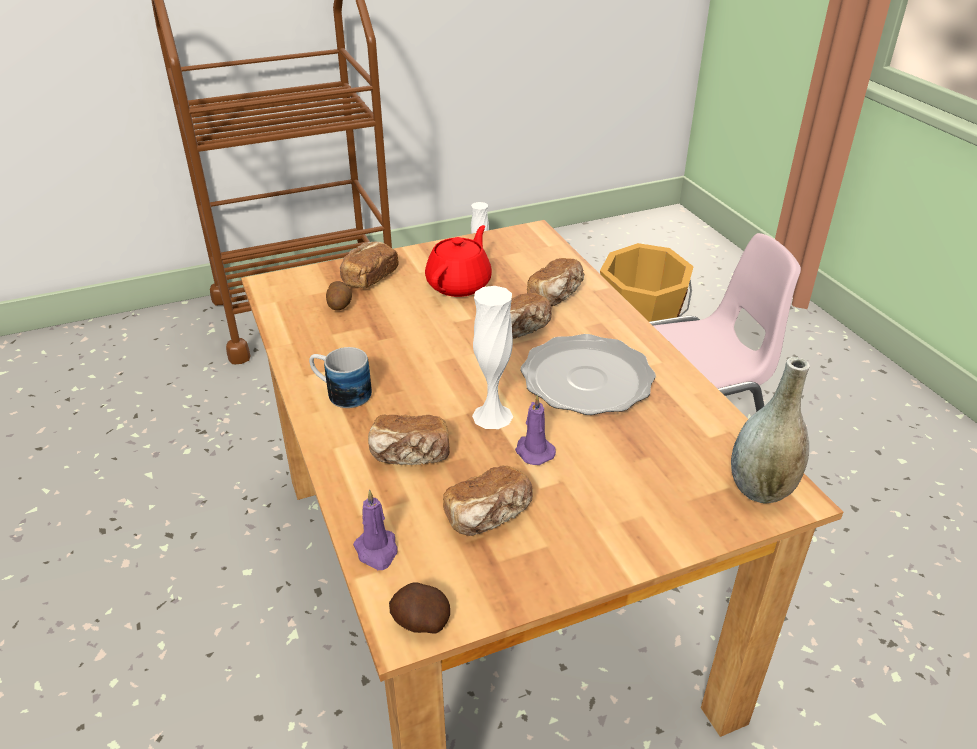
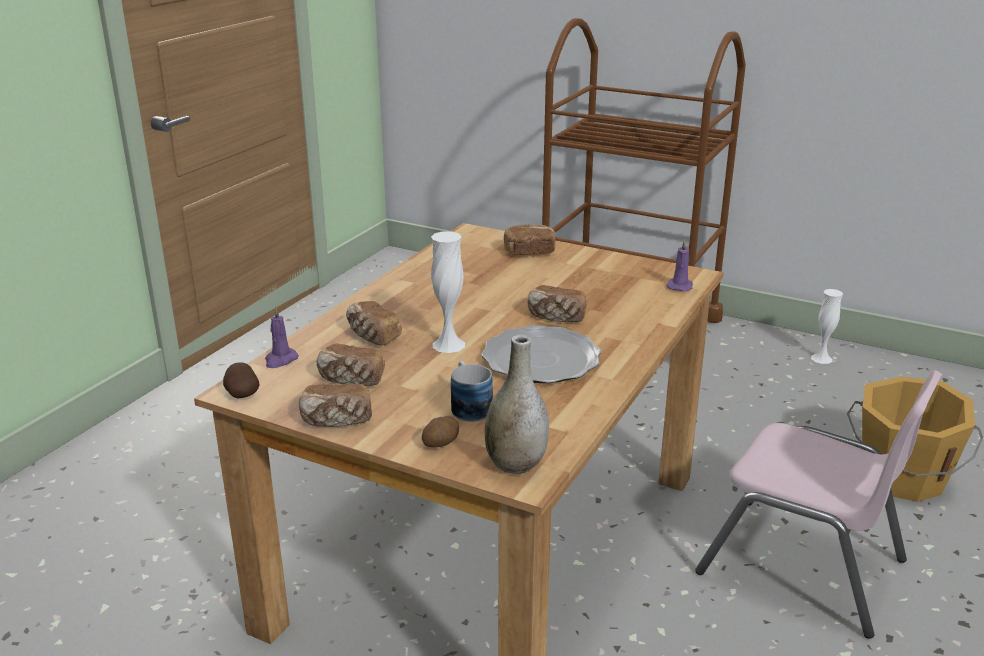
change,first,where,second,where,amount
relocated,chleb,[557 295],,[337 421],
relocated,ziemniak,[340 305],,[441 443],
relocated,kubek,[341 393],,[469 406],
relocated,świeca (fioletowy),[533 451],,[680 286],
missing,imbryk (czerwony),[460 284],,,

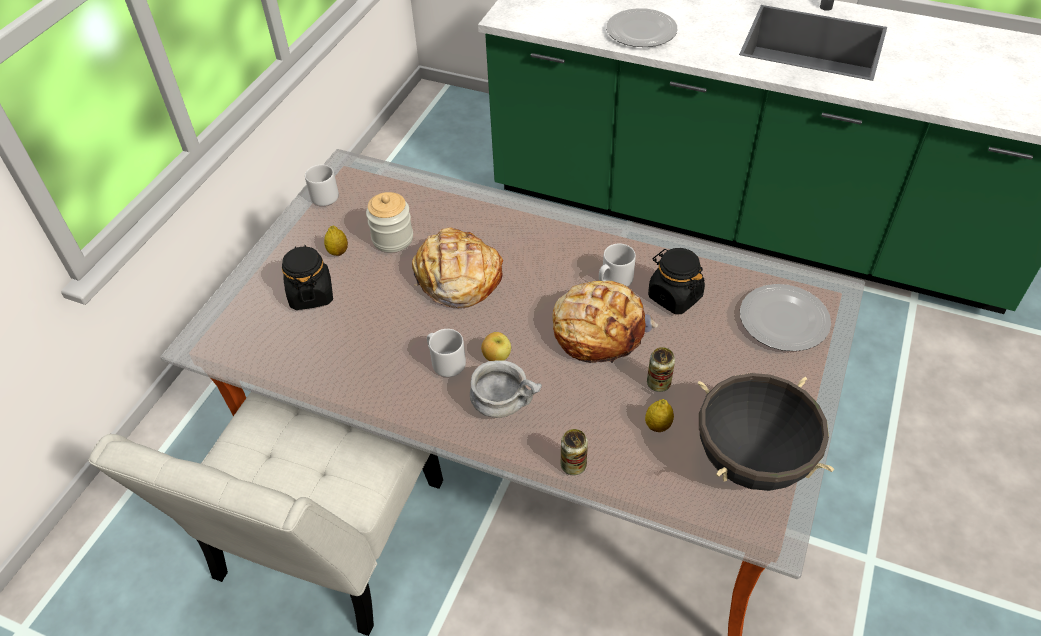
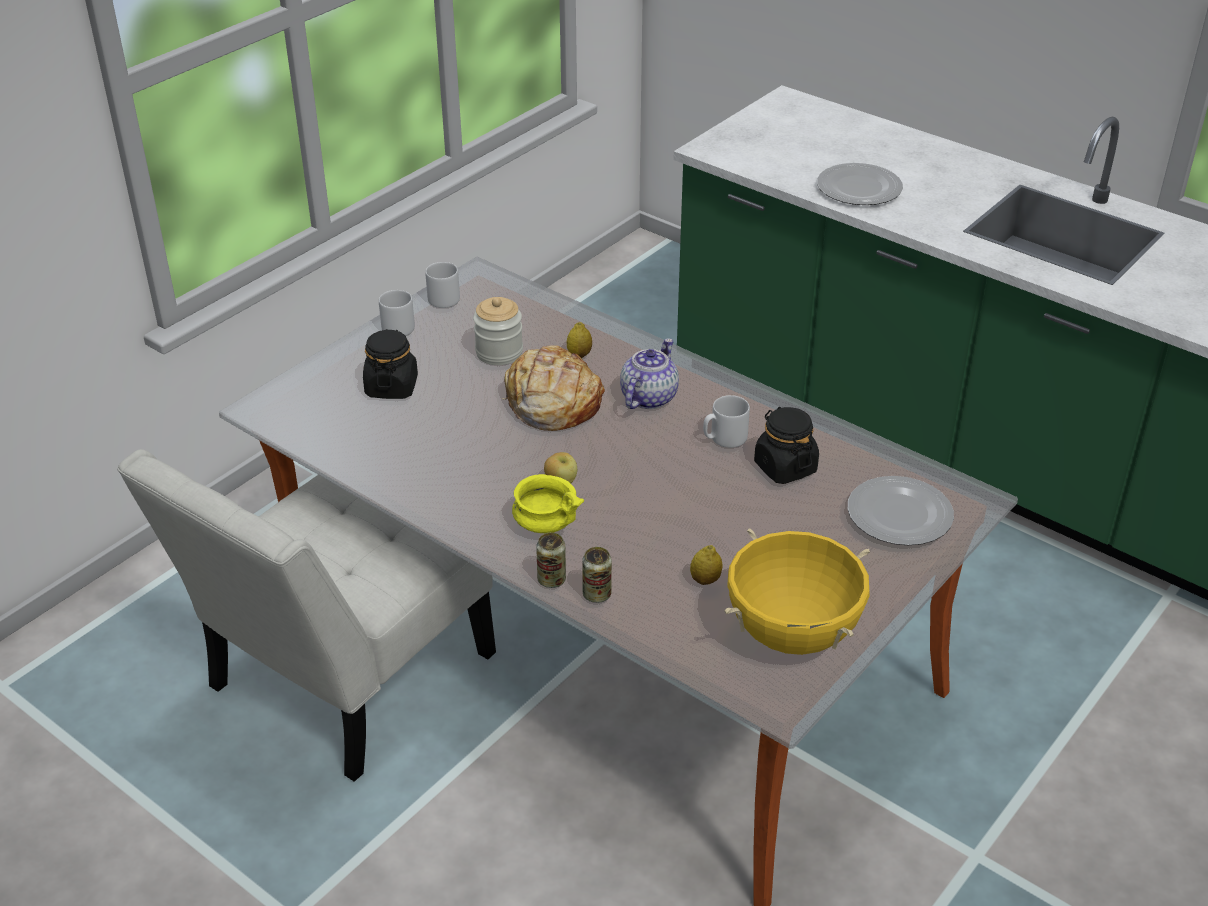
change,first,where,second,where,amount
relocated,kubek (szary),[445 362],,[396 326],
colour,miska (szary),[501 403],miska (żółty),[547 524],
relocated,puszka,[658 383],,[551 580],
relocated,cytryna,[338 252],,[579 354],
appeared,,,imbryk,[648 397],
colour,garnek (czarny),[752 461],garnek (żółty),[793 634],
missing,chleb,[598 330],,,

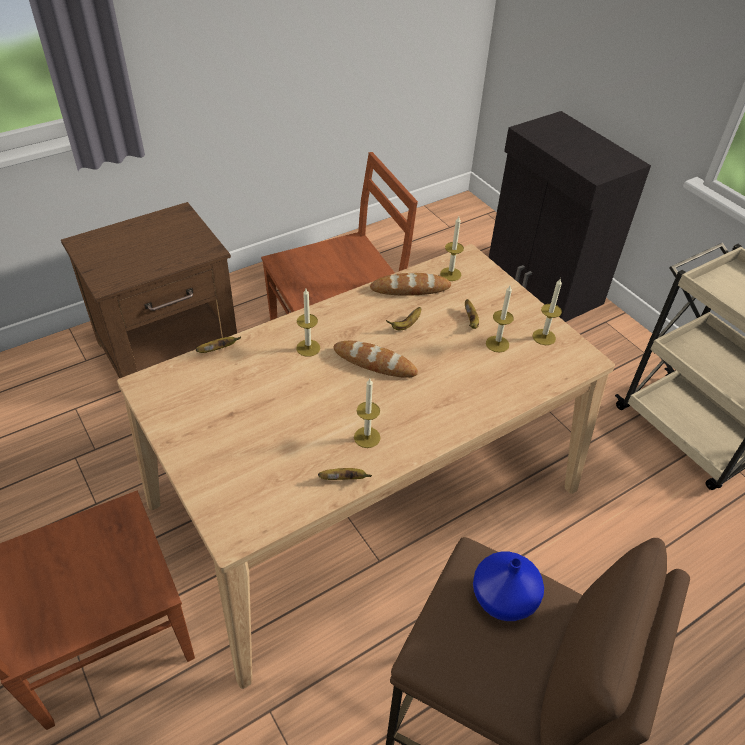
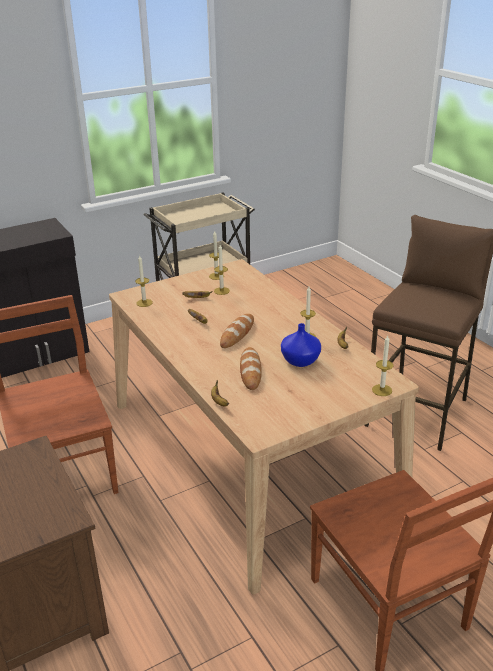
change,first,where,second,where,amount
relocated,chleb,[410 288],,[250 371],
relocated,wazon (niebieski),[505 598],,[300 360],
relocated,świeca,[308 348],,[382 390],

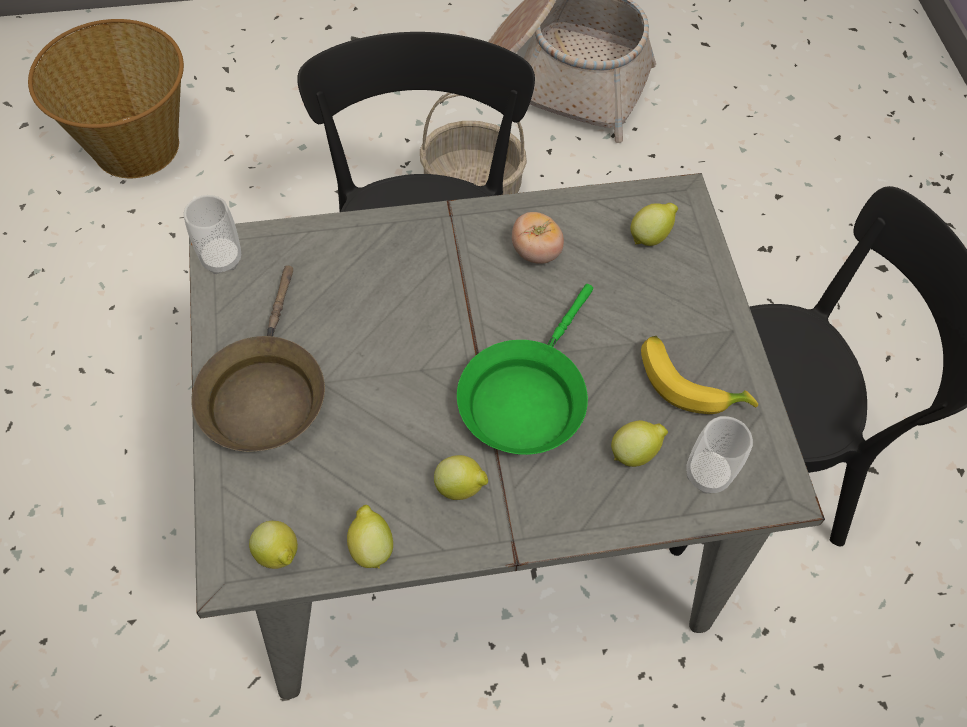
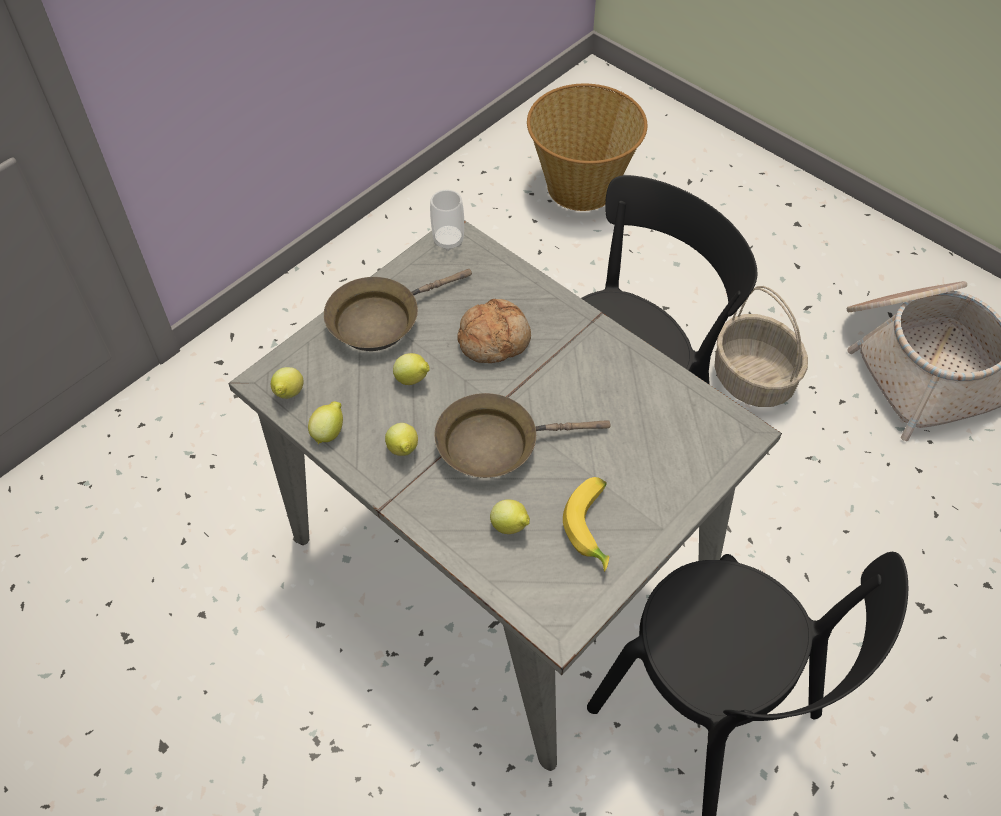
change,first,where,second,where,amount
relocated,cytryna,[650 236],,[413 380],
colour,patelnia (zielony),[525 397],patelnia (brązowy),[495 443],
appeared,,,chleb,[494 338],
missing,pomidor,[535 252],,,
missing,filiżanka,[707 474],,,

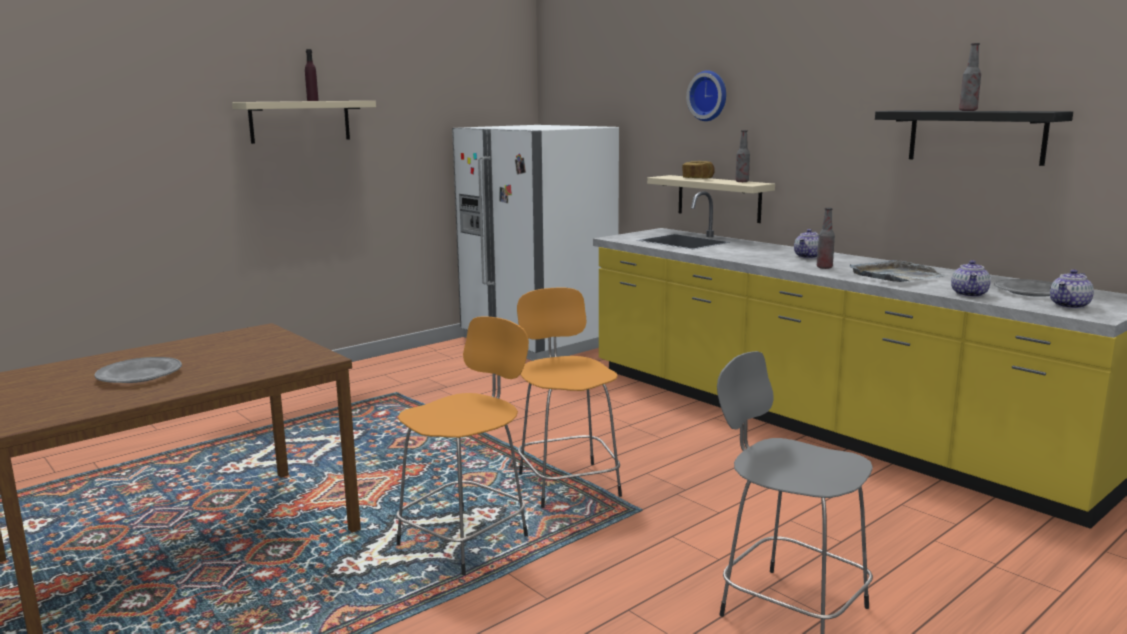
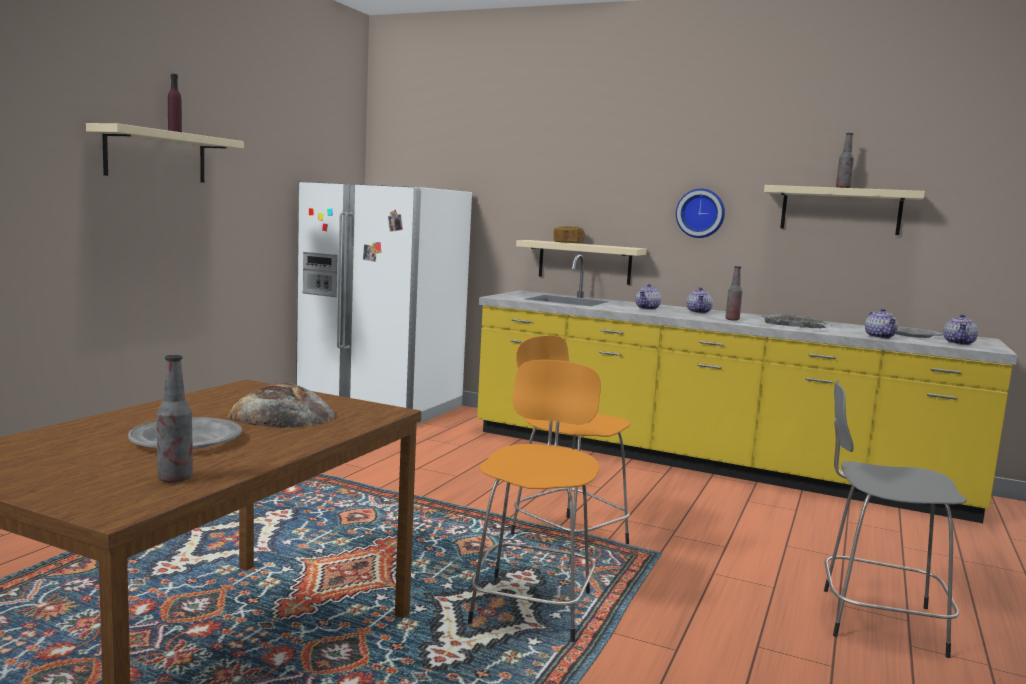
change,first,where,second,where,amount
relocated,butelka,[742 181],,[175 479],
appeared,,,chleb,[282 415],
appeared,,,imbryk,[647 308],
relocated,zegar ścienny,[709 96],,[700 213],
colour,półka (czarny),[975 136],półka (beżowy),[840 210],

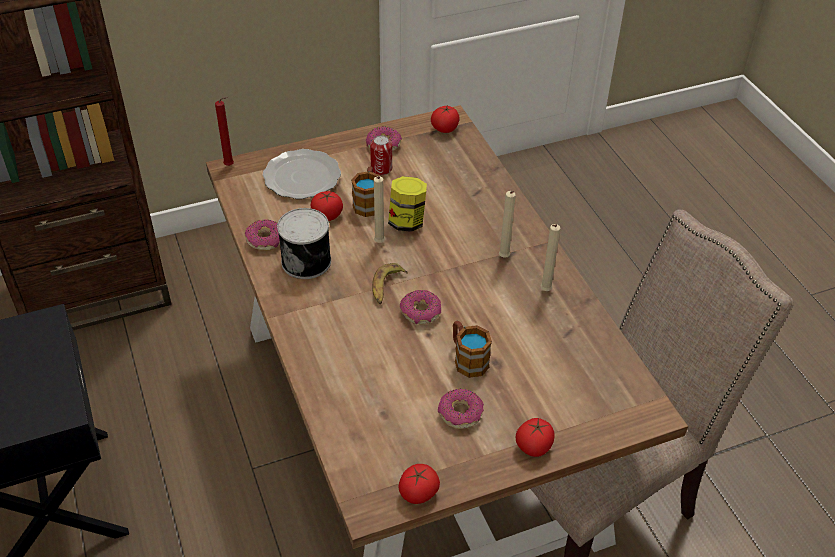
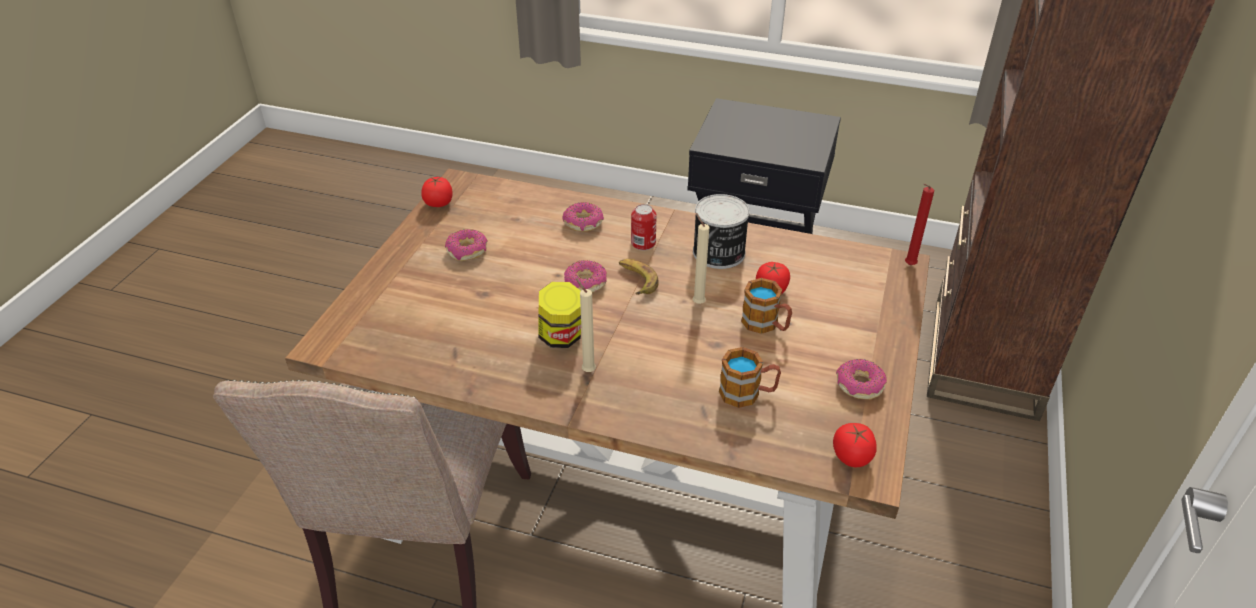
change,first,where,second,where,amount
relocated,słoik,[407 222],,[561 337],
relocated,donut,[265 240],,[583 223],
relocated,puszka,[381 169],,[643 243],
relocated,kubek,[467 359],,[748 393],
missing,talerz,[303 177],,,
missing,pomidor,[533 446],,,
missing,świeca (beżowy),[544 291],,,

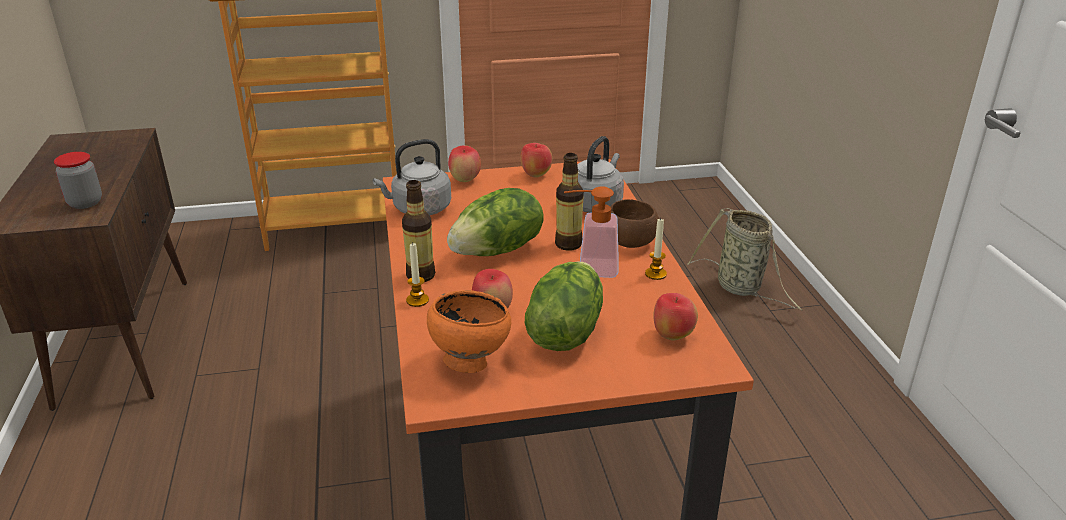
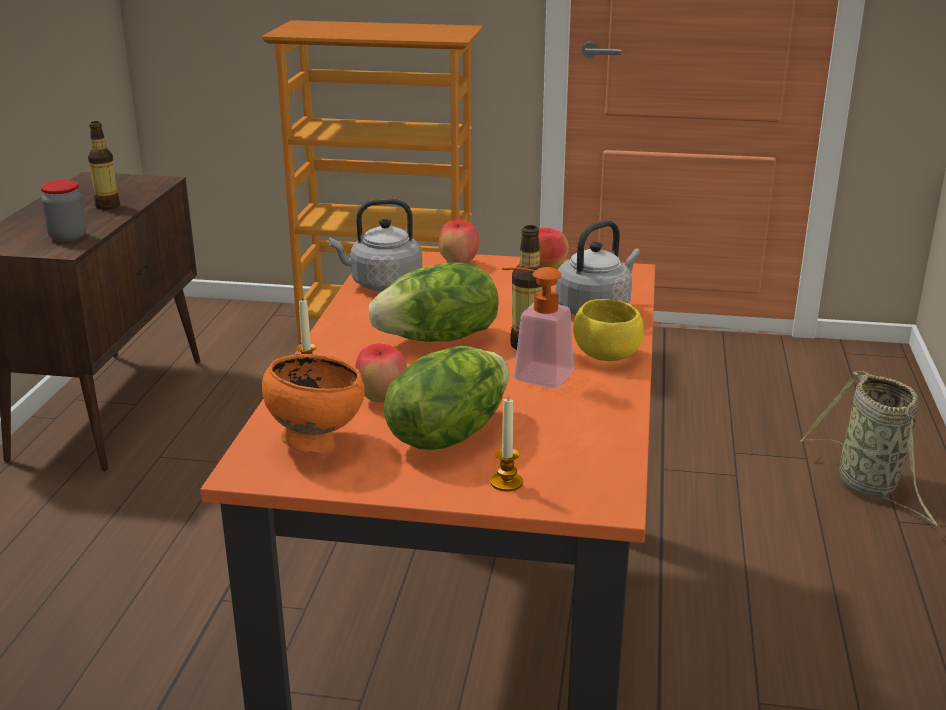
change,first,where,second,where,amount
relocated,butelka,[420 275],,[107 206],
relocated,świeca,[655 274],,[506 482],
colour,miska (brązowy),[630 242],miska (żółty),[606 355],
missing,jabłko,[672 336],,,

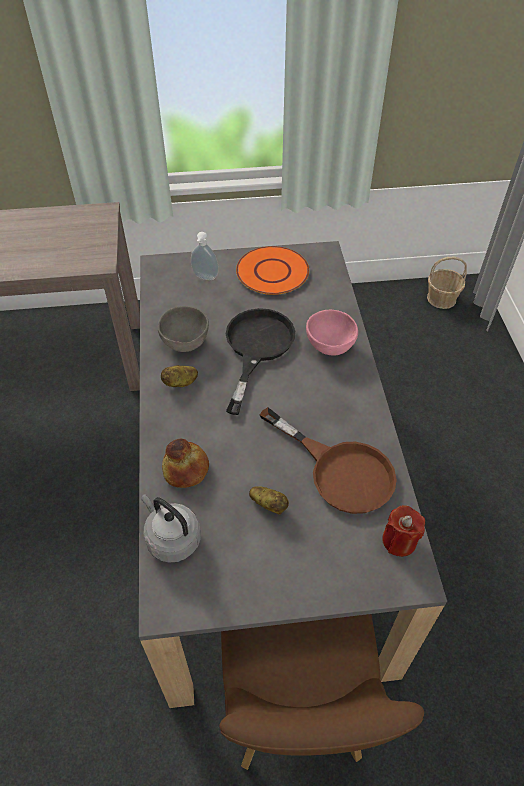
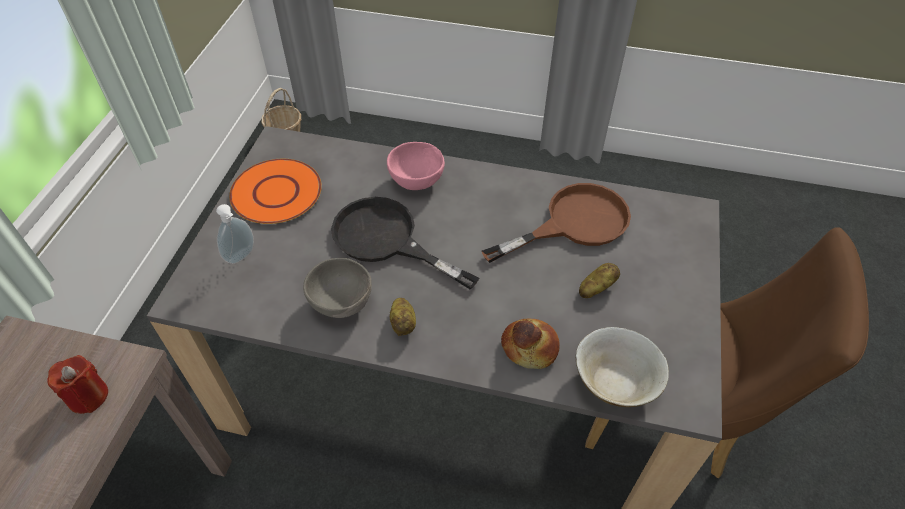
change,first,where,second,where,amount
relocated,świeca (czerwony),[399 541],,[88 396],
exchanged,czajnik (szary),[171 539],miska (beżowy),[615 382],

